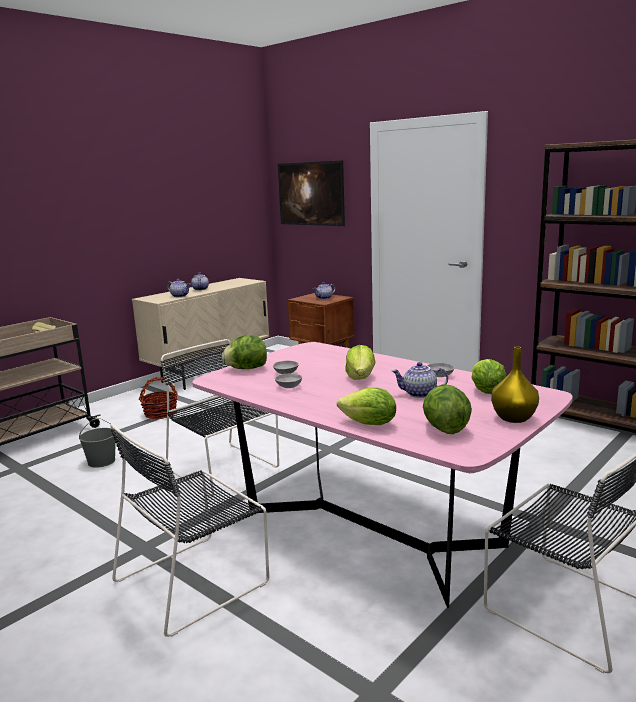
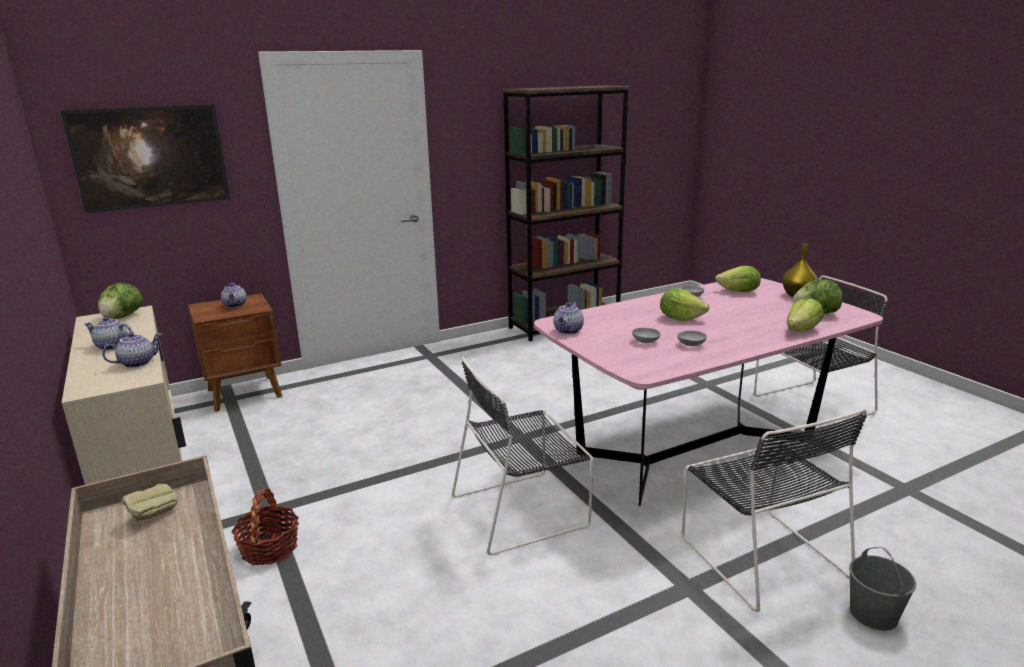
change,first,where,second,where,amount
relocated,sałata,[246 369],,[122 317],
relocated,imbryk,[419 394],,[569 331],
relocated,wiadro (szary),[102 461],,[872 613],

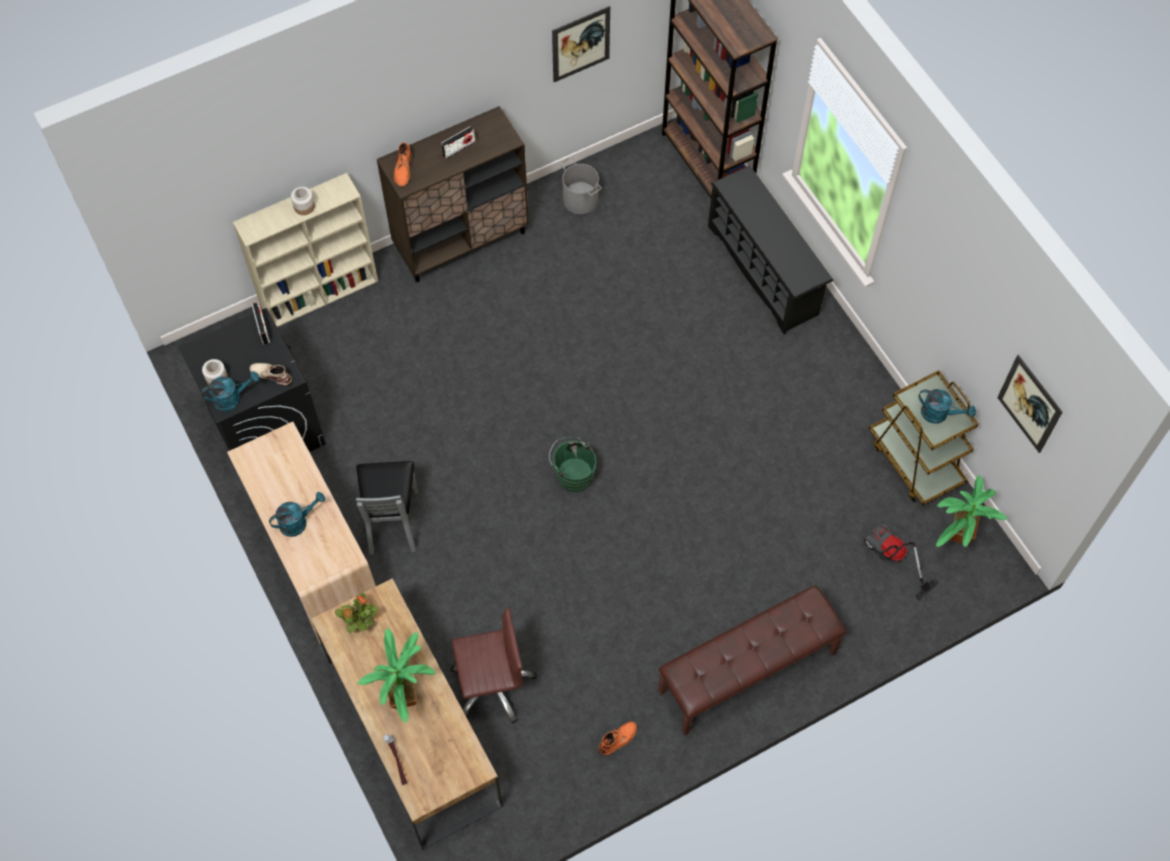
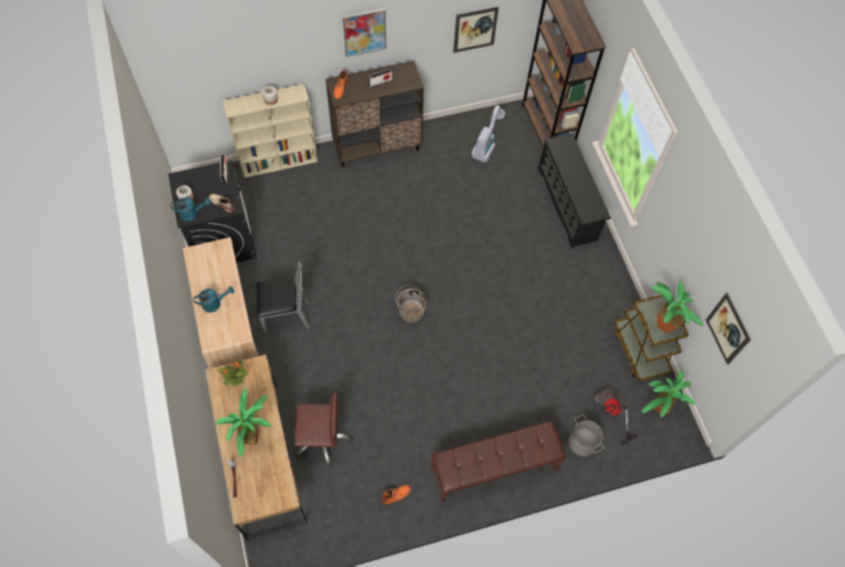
change,first,where,second,where,amount
spun,krzesło (szary),[392 521],,[285 316],105 degrees counterclockwise
appeared,,,obraz,[364 32],
colour,wiadro (zielony),[572 474],wiadro (brązowy),[410 311],
appeared,,,odkurzacz,[486 144],
relocated,wiadro (szary),[580 199],,[582 442],
exchanged,konewka (turkusowy),[939 414],roślina doniczkowa,[662 322],

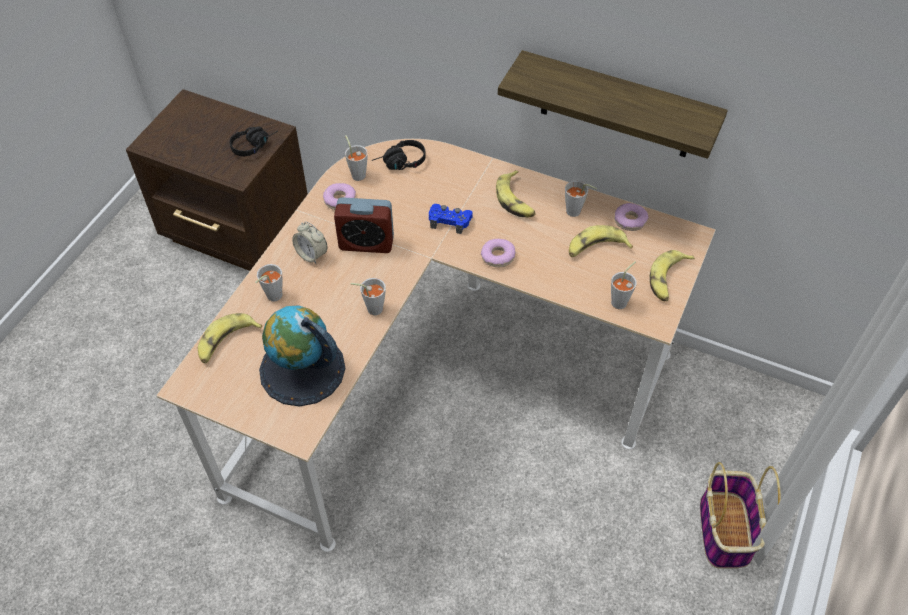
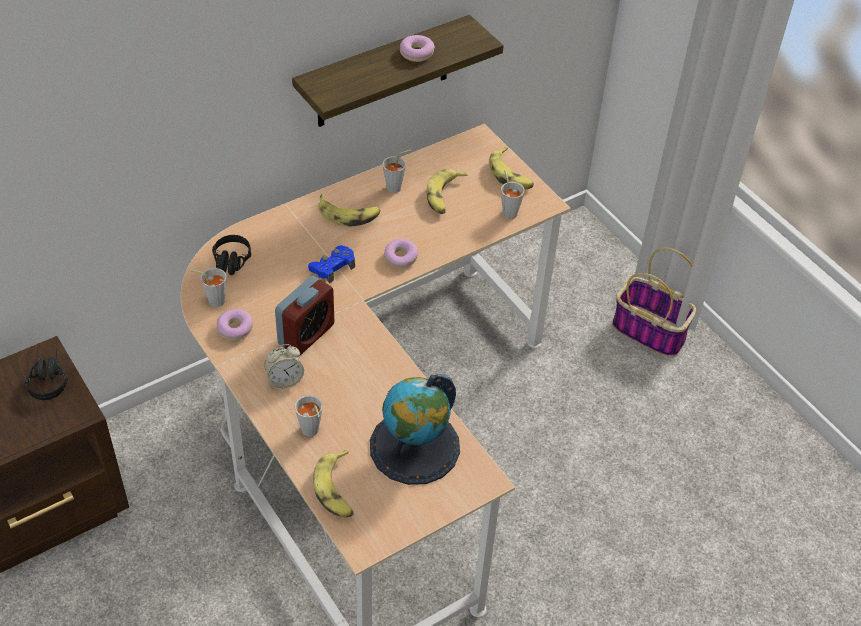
change,first,where,second,where,amount
relocated,donut,[630 221],,[416 53],
missing,filiżanka (szary),[371 308],,,

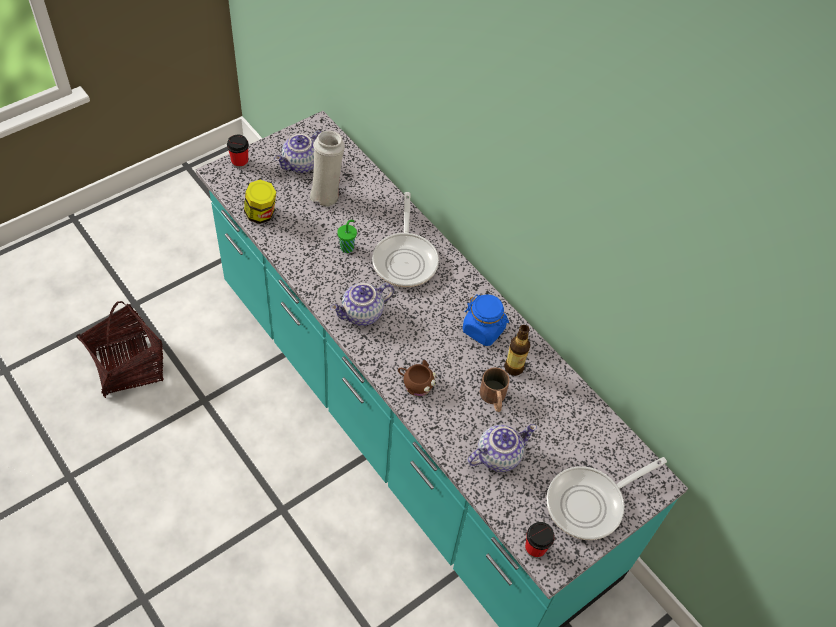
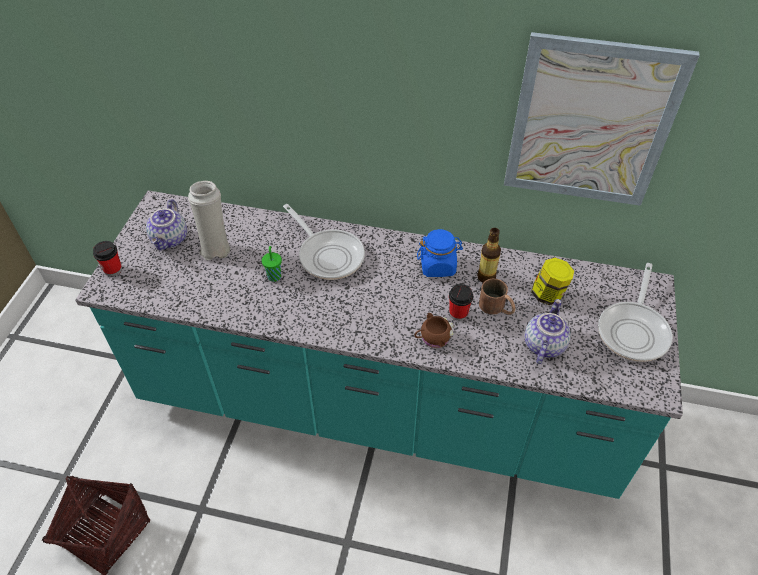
change,first,where,second,where,amount
relocated,filiżanka,[535 548],,[458 313],
appeared,,,obraz,[590 123],
relocated,słoik,[261 215],,[548 294],
missing,imbryk,[362 314],,,

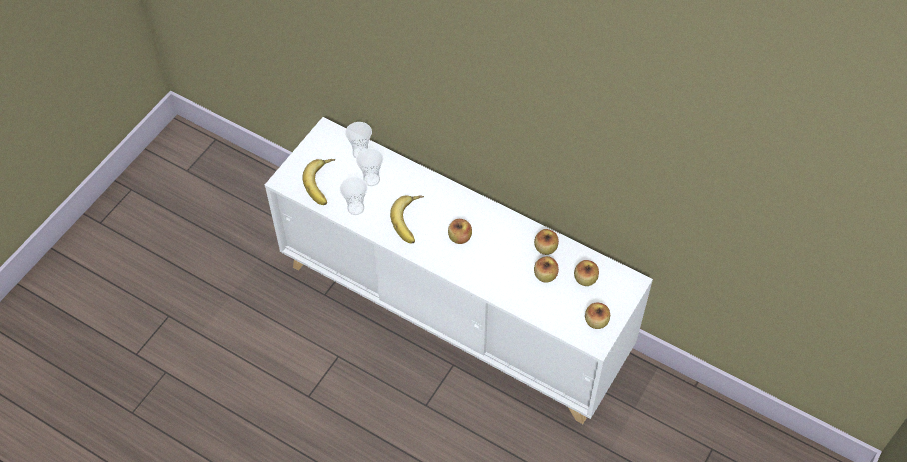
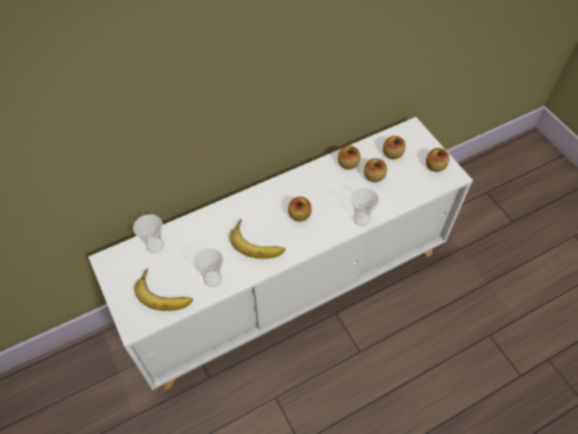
change,first,where,second,where,amount
relocated,filiżanka,[371 179],,[361 218],

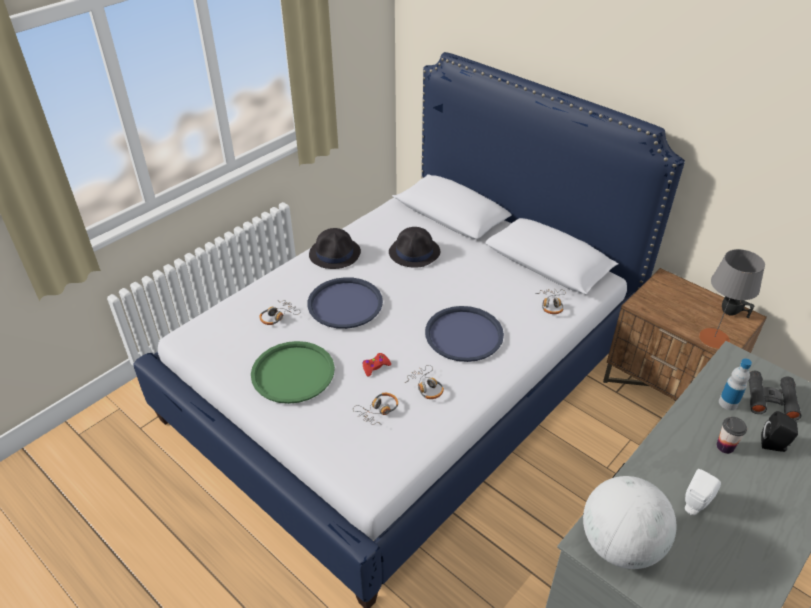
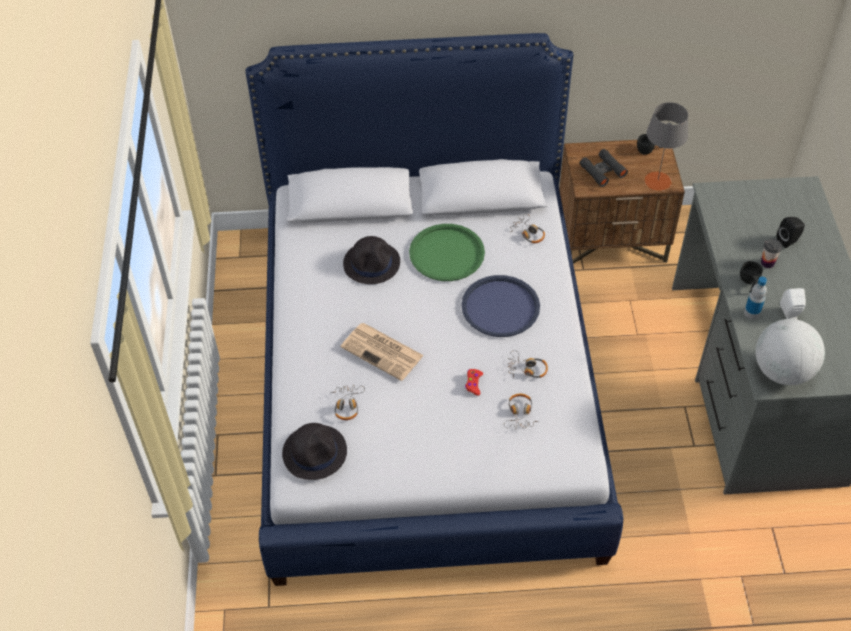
change,first,where,second,where,amount
relocated,kapelusz (czarny),[335 253],,[315 452],
exchanged,taca (niebieski),[345 304],gazeta,[383 352],
relocated,taca (zielony),[293 373],,[446 253],
relocated,lornetka (czarny),[770 399],,[602 171],
appeared,,,filiżanka (czarny),[749 283],
relocated,butelka,[728 403],,[751 313],

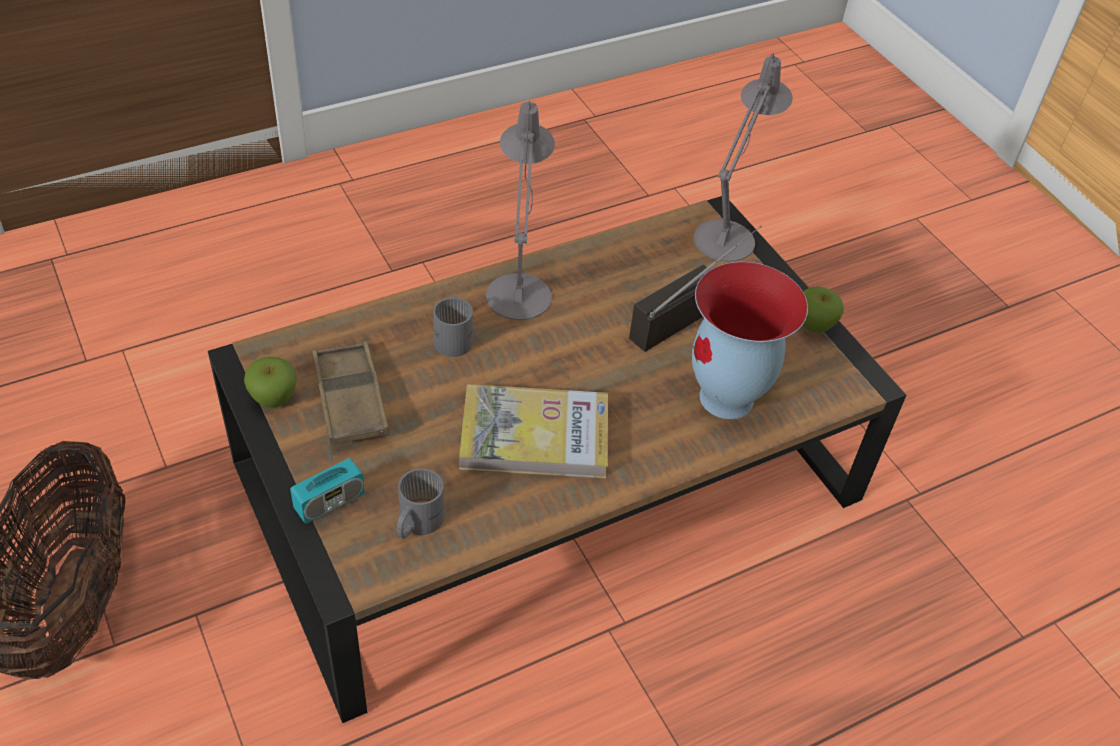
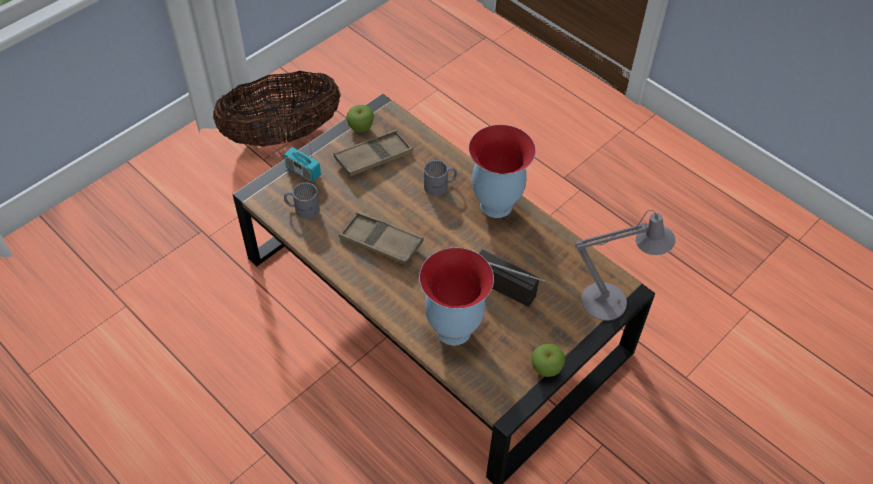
change,first,where,second,where,amount
exchanged,książka,[534 436],taca (brązowy),[381 242],
exchanged,lampa stołowa (szary),[519 289],wazon,[495 204],

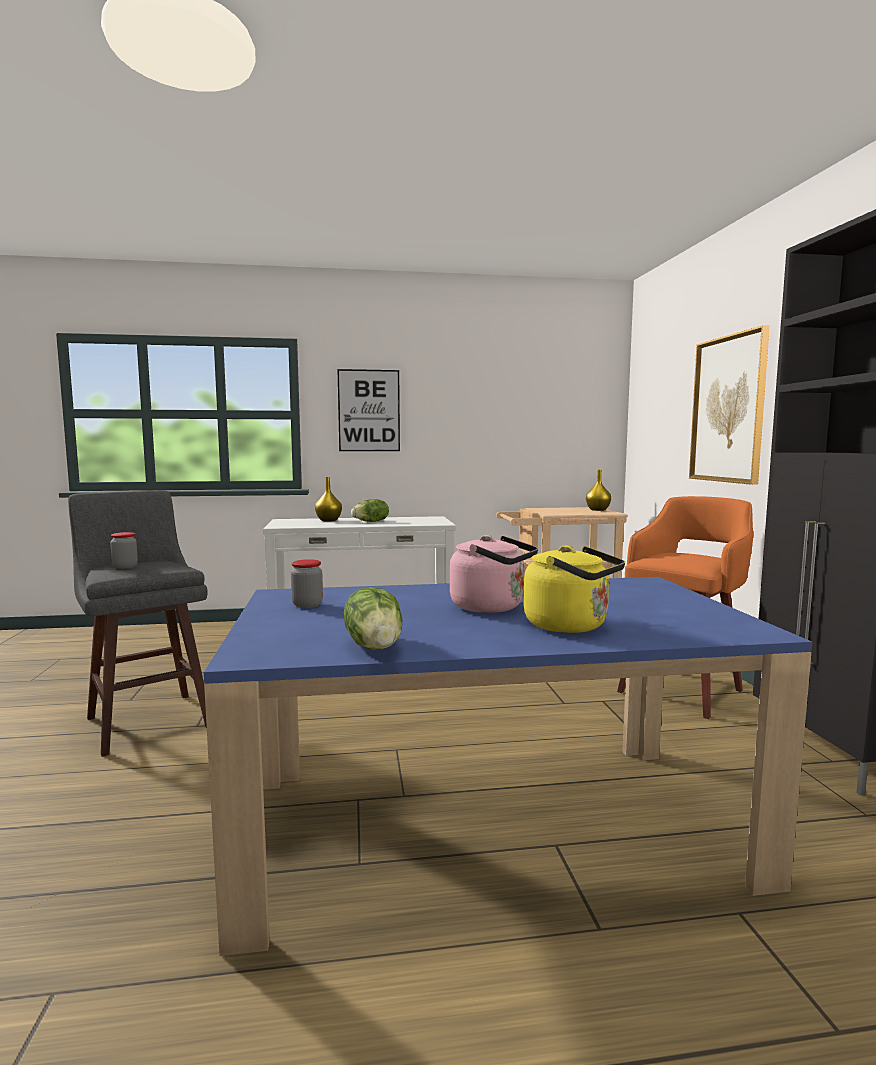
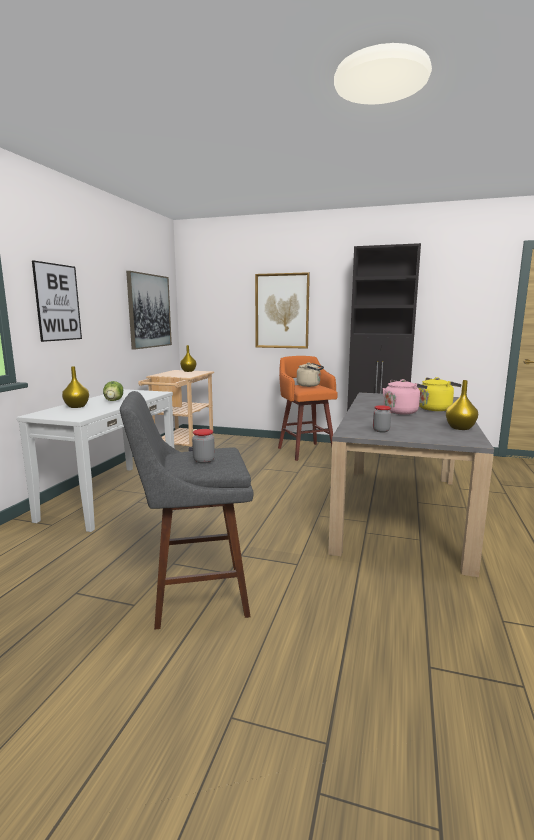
change,first,where,second,where,amount
appeared,,,obraz,[149 311],
appeared,,,czajnik (beżowy),[310 385],
colour,stół jadalny (niebieski),[489 827],stół jadalny (szary),[401 510],
exchanged,sałata,[376 646],wazon (żółty),[459 428],

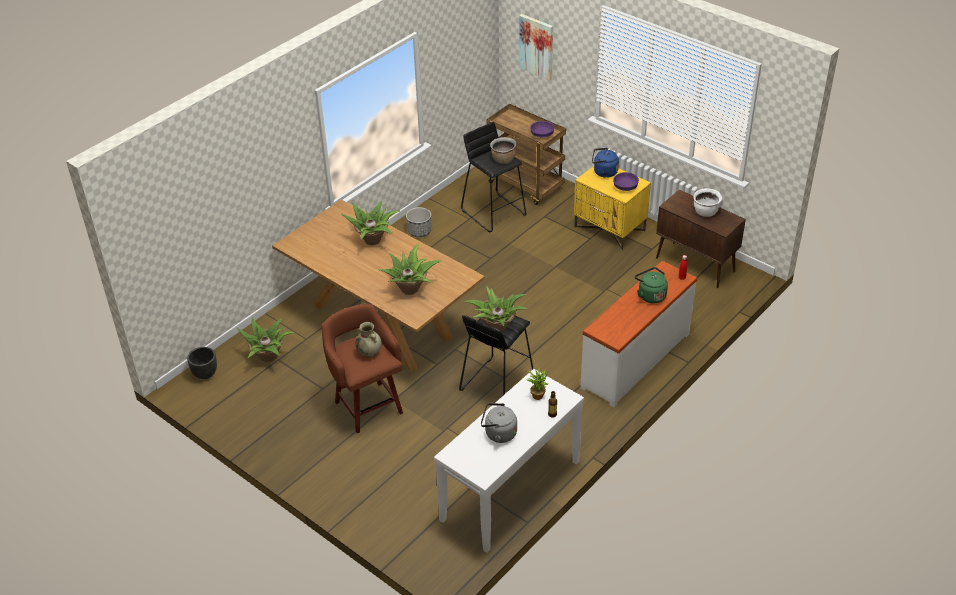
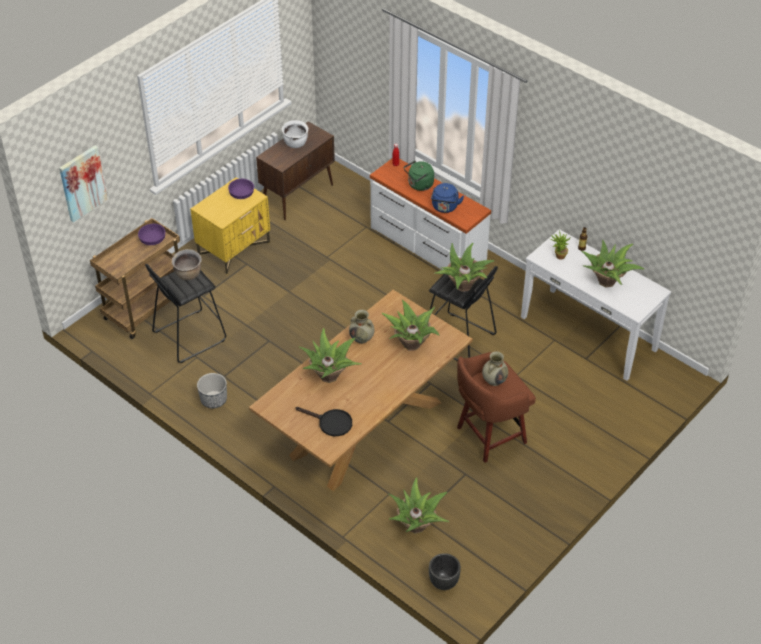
change,first,where,second,where,amount
appeared,,,patelnia (czarny),[331 423],
appeared,,,wazon (beżowy),[362 338],
relocated,czajnik (niebieski),[603 172],,[445 207],
exchanged,czajnik (szary),[498 433],roślina doniczkowa,[607 281],

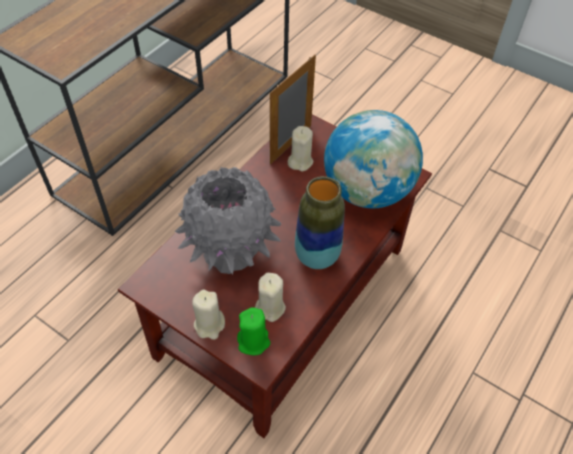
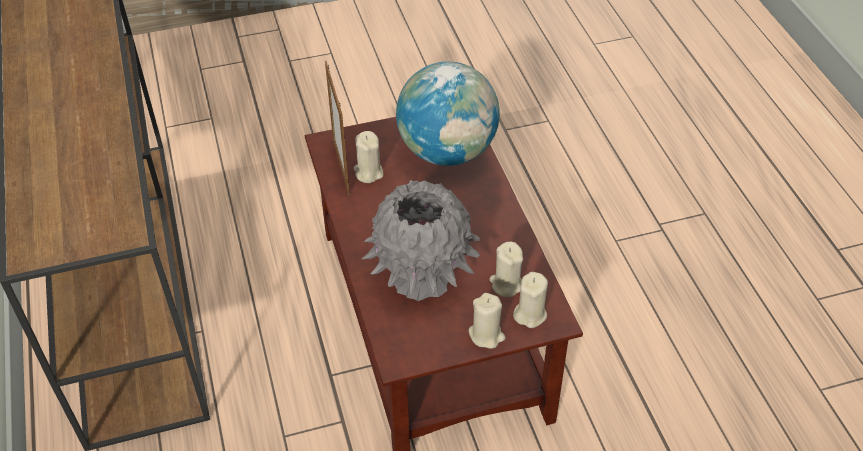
change,first,where,second,where,amount
colour,świeca (zielony),[253 341],świeca (beżowy),[530 314],
missing,wazon,[317 256],,,

